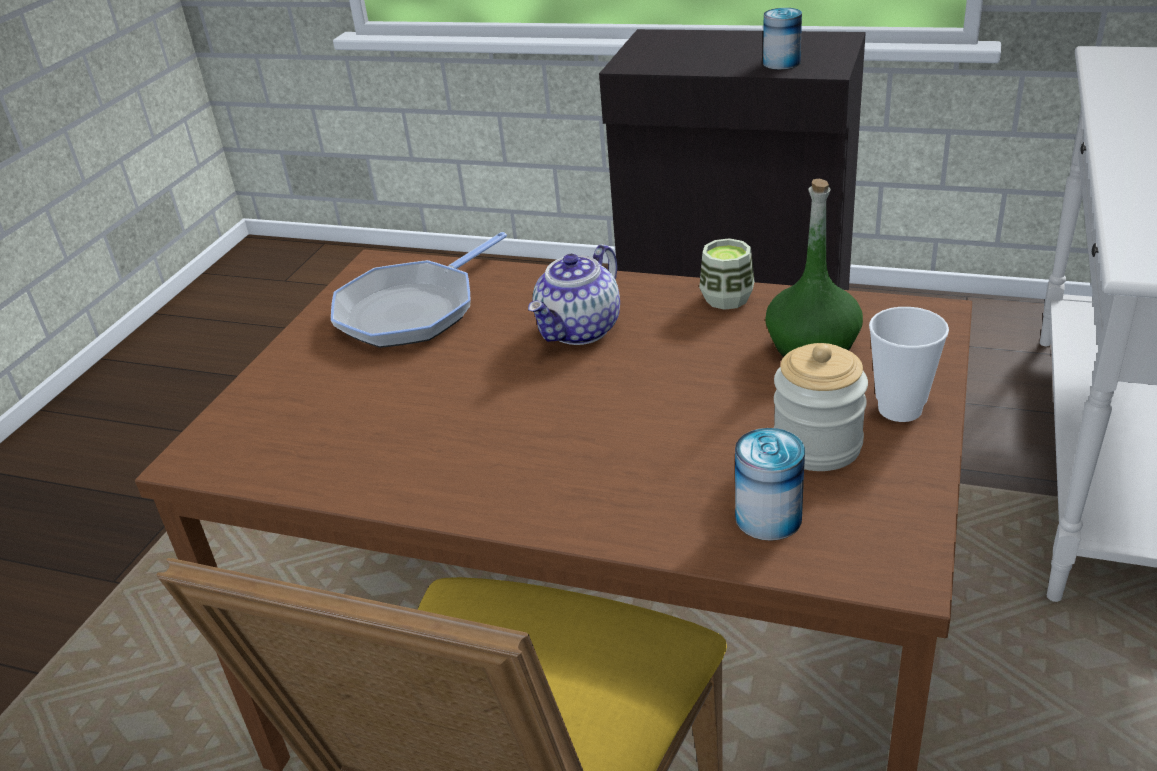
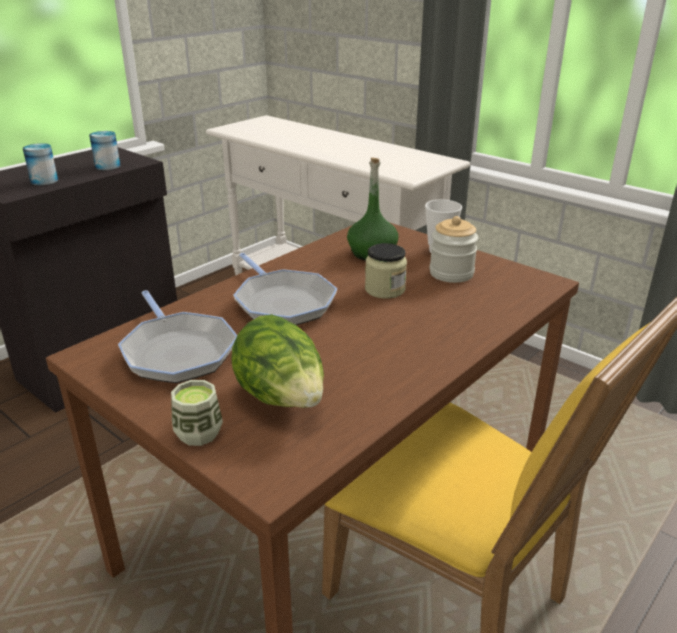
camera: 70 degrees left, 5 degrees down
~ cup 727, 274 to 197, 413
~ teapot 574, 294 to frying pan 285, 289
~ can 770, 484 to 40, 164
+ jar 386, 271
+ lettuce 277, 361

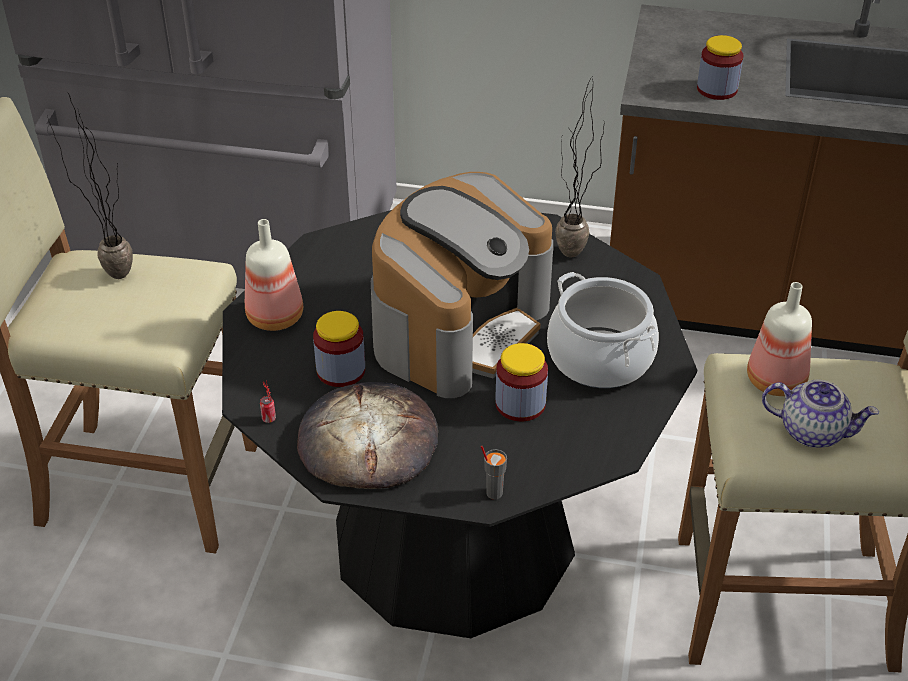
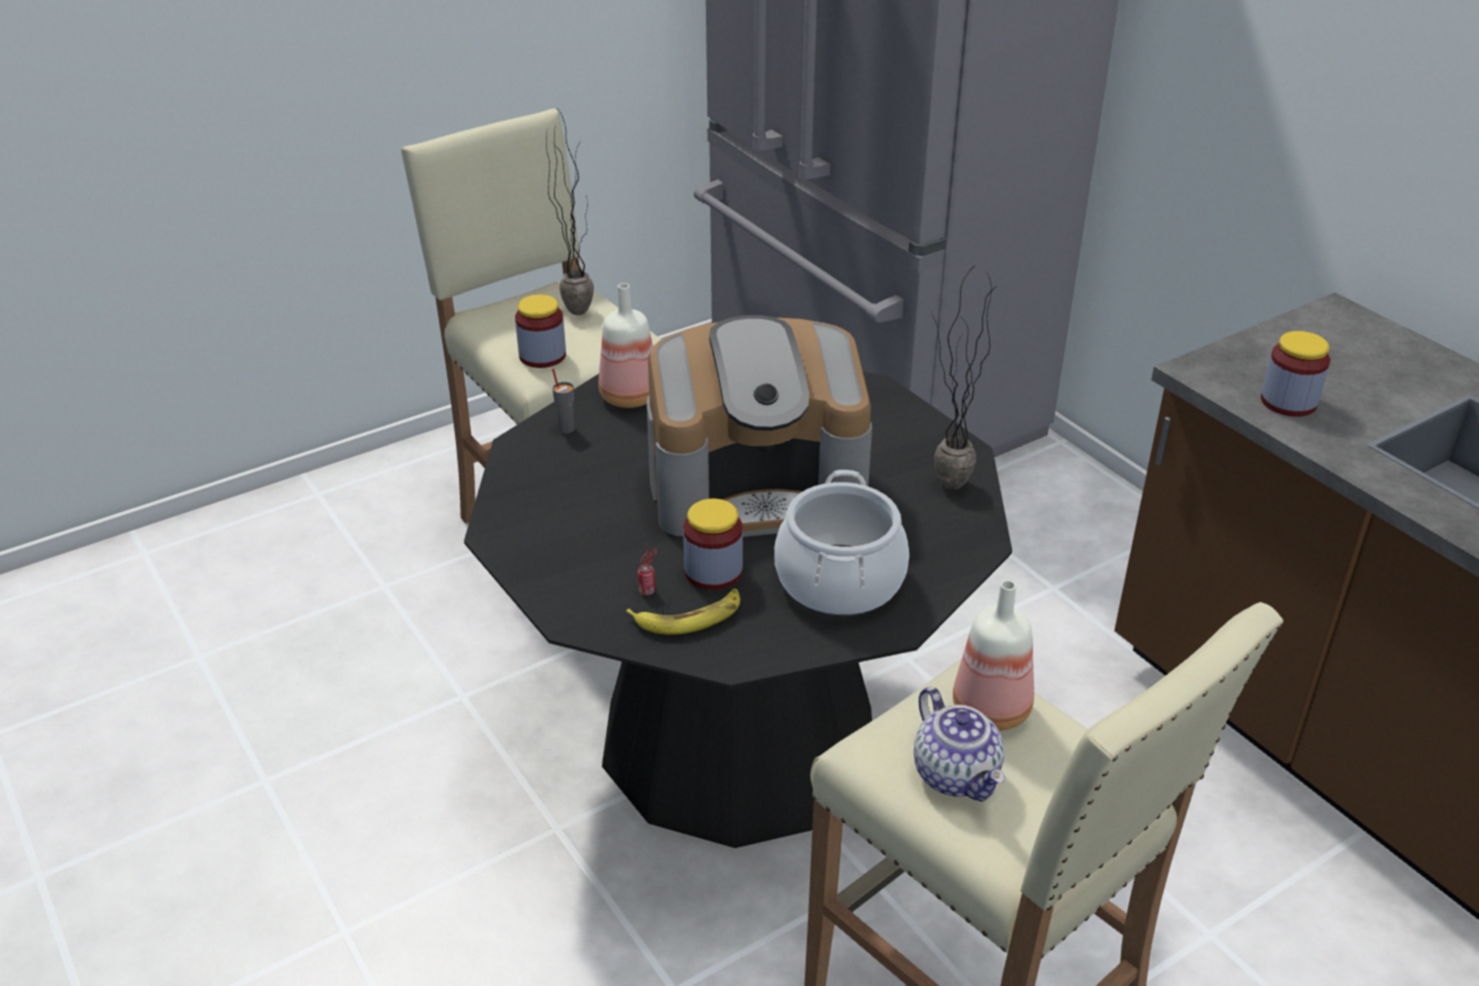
camera: 45 degrees right, 5 degrees down
~ jar 339, 349 to 540, 331
~ can 268, 401 to 647, 570
- bread 367, 435
~ cup (grey) 494, 473 to 563, 401
+ banana 683, 612

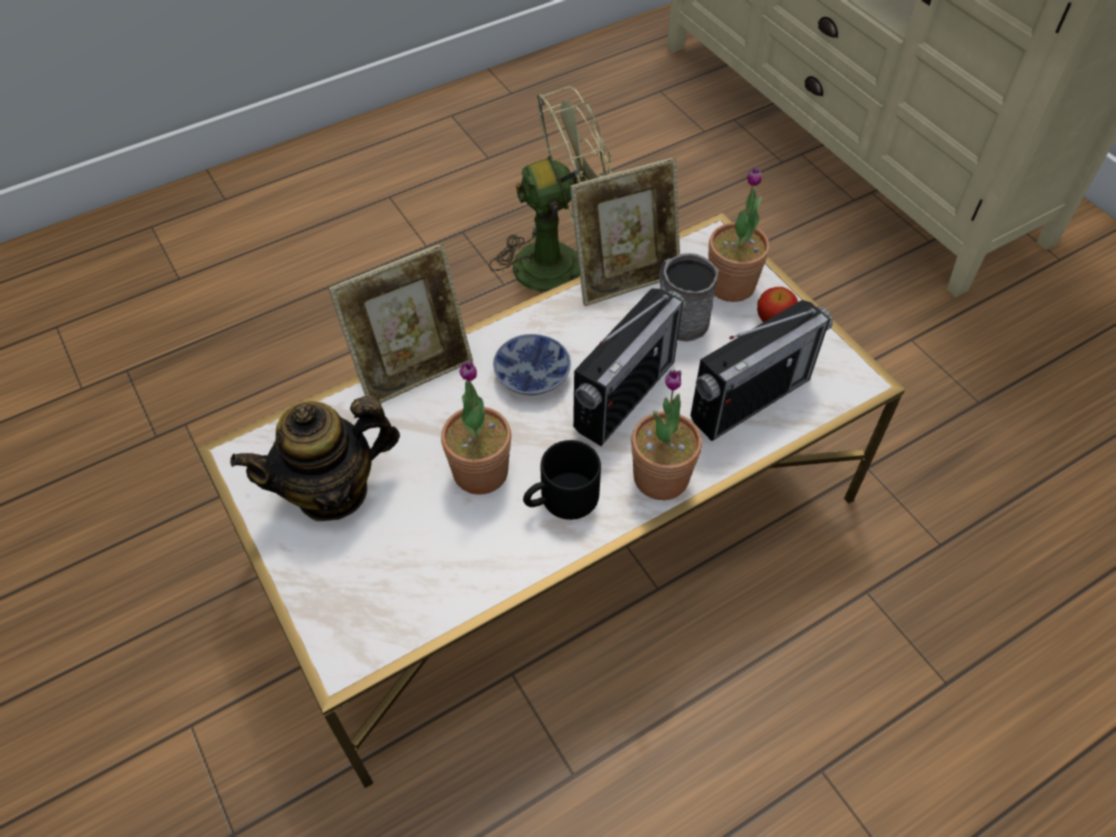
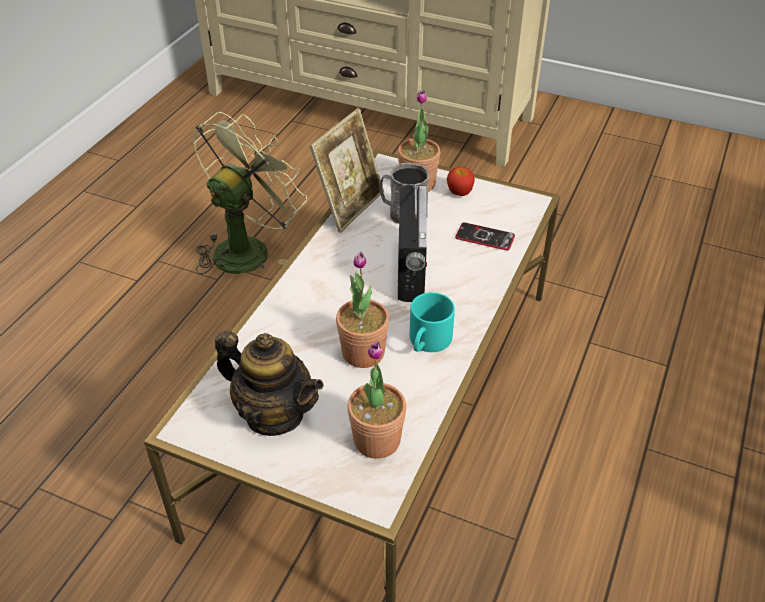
camera: 35 degrees left, 10 degrees down
- picture frame 400, 323
~ radio 761, 370 to phone 485, 236
- bowl 532, 364
~ potted plant 666, 435 to 376, 400
~ teapot 315, 458 = 269, 383 90 degrees counterclockwise
~ mug (black) 562, 480 to mug (turquoise) 432, 322

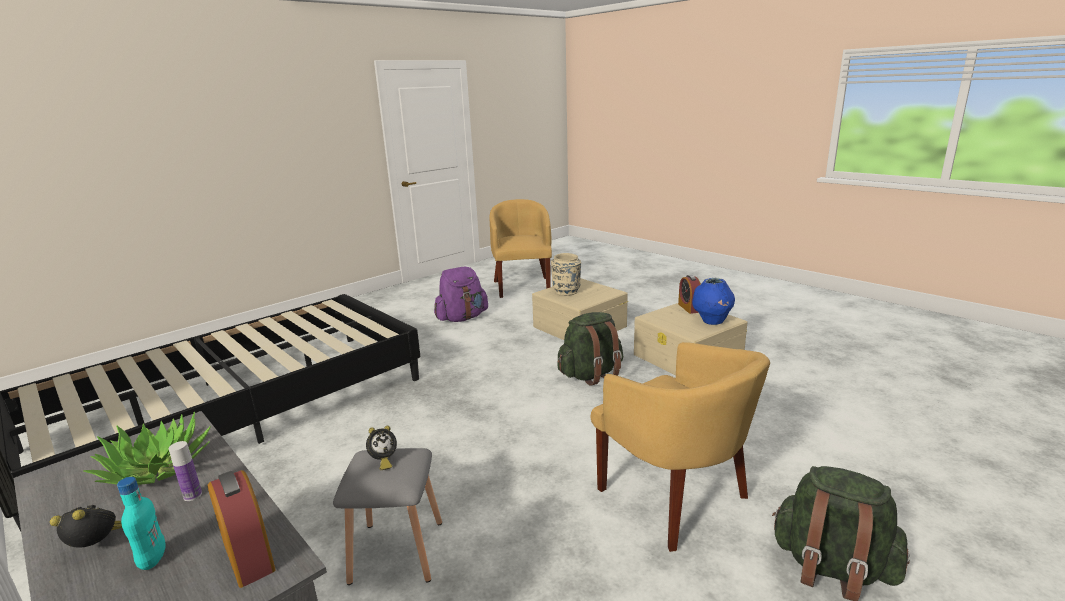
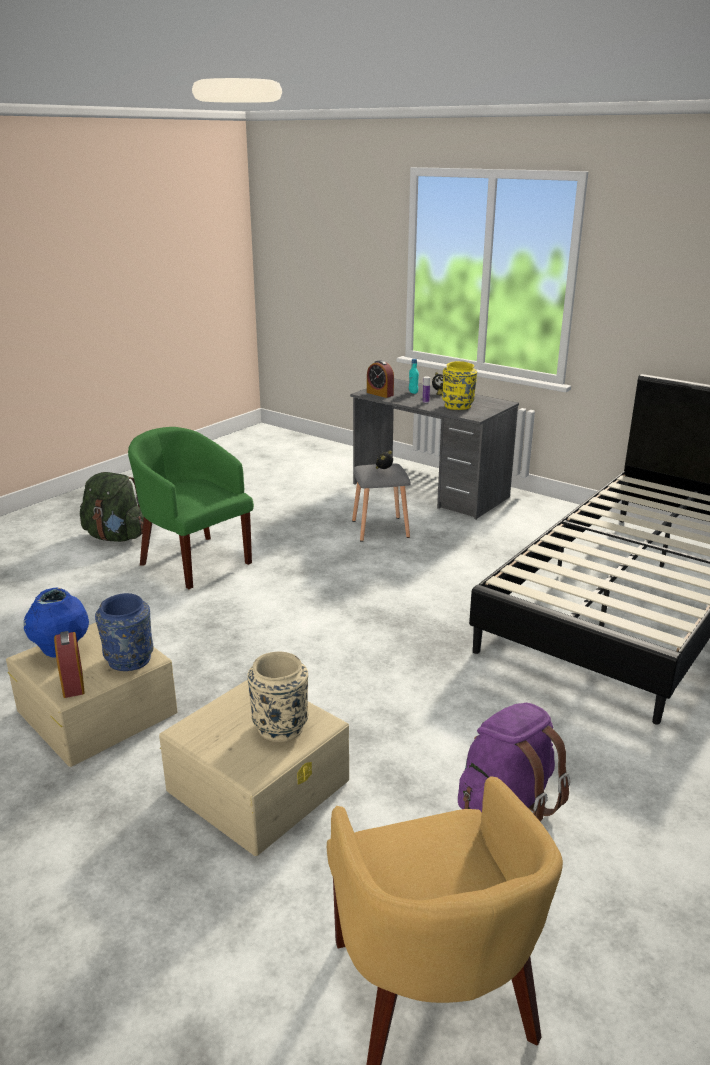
camera: 170 degrees right, 5 degrees up
- backpack (green) 590, 349
~ armchair (yellow) 680, 447 to armchair (green) 191, 508
~ potted plant 147, 448 to vase (yellow) 459, 385
+ vase (blue) 124, 632

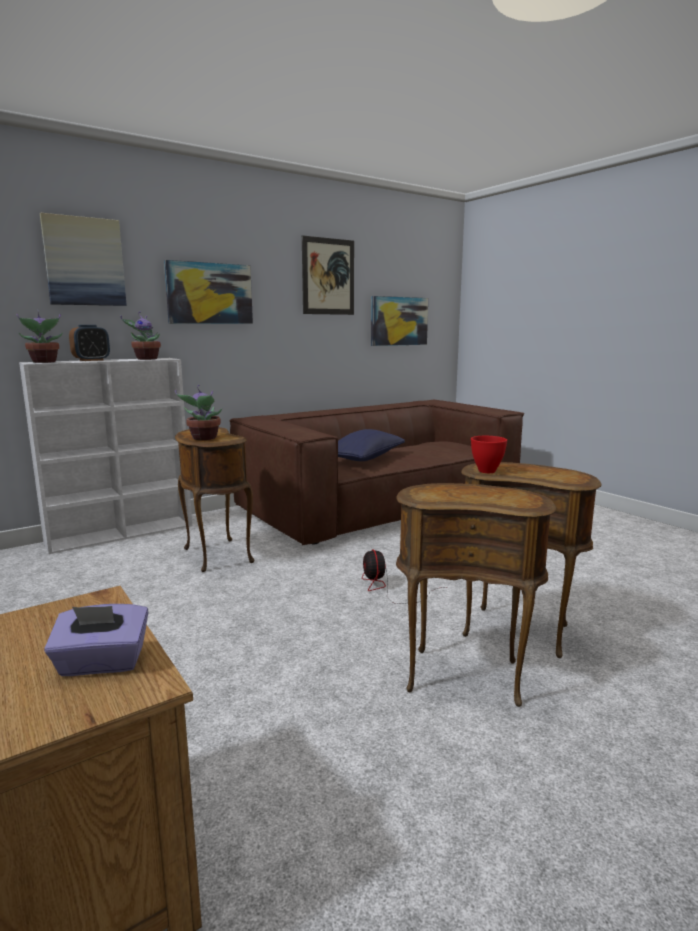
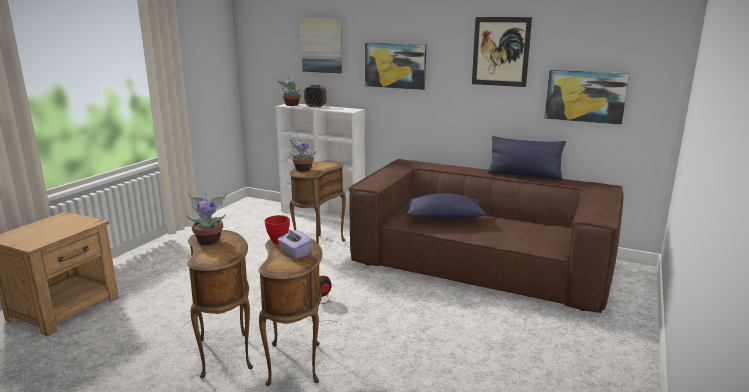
camera: 60 degrees right, 5 degrees up
~ potted plant 140, 336 to 206, 218
~ tissue box (purple) 96, 640 to 295, 244
+ pillow (blue) 527, 158

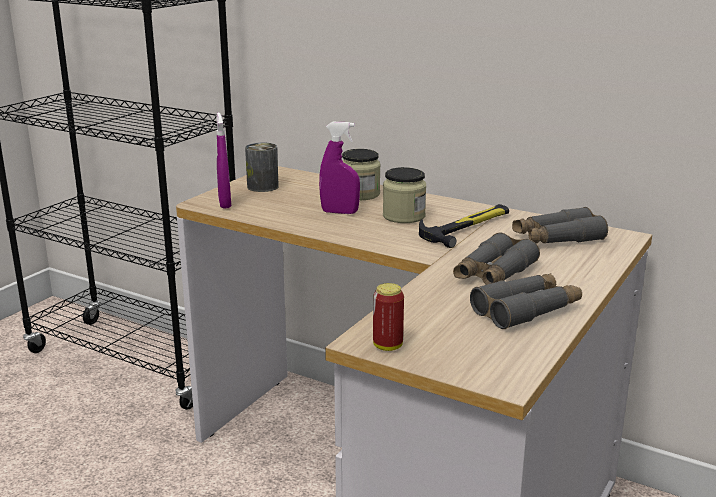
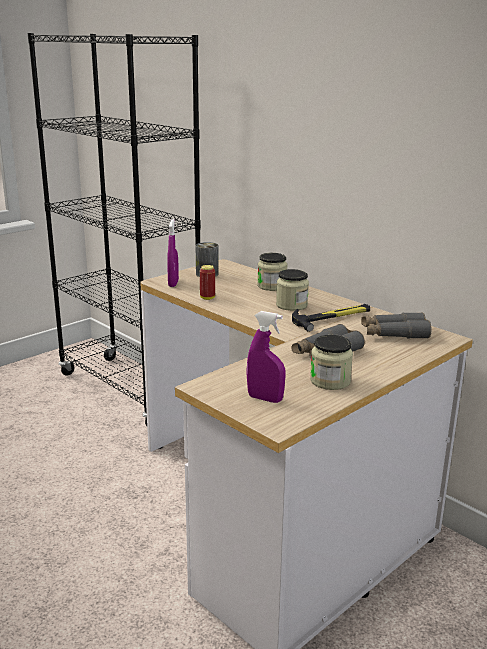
camera: 15 degrees right, 0 degrees up
~ spray bottle (purple) 339, 168 to 266, 357
~ binoculars (grey) 526, 301 to jar 331, 362
~ can 388, 317 to 207, 282

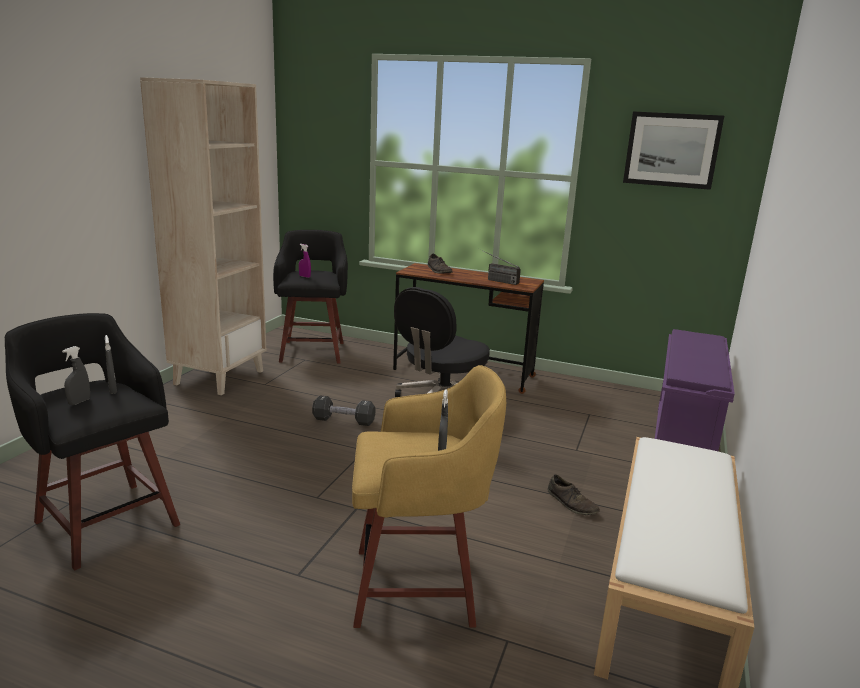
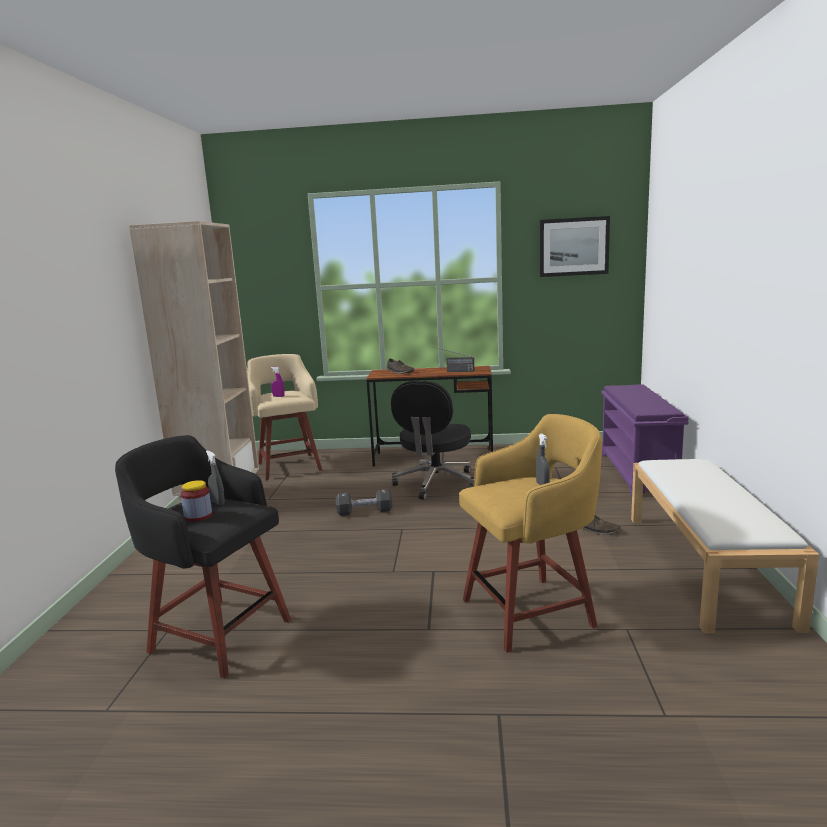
camera: 15 degrees left, 5 degrees down
~ stool (black) 310, 296 to stool (beige) 284, 417
~ spray bottle (grey) 76, 375 to jar 196, 501

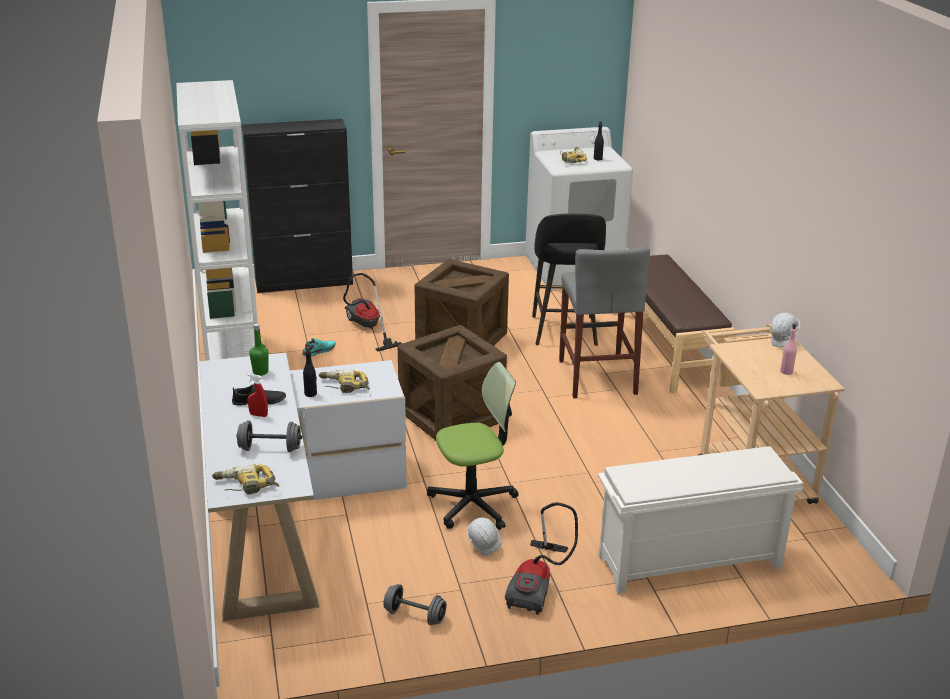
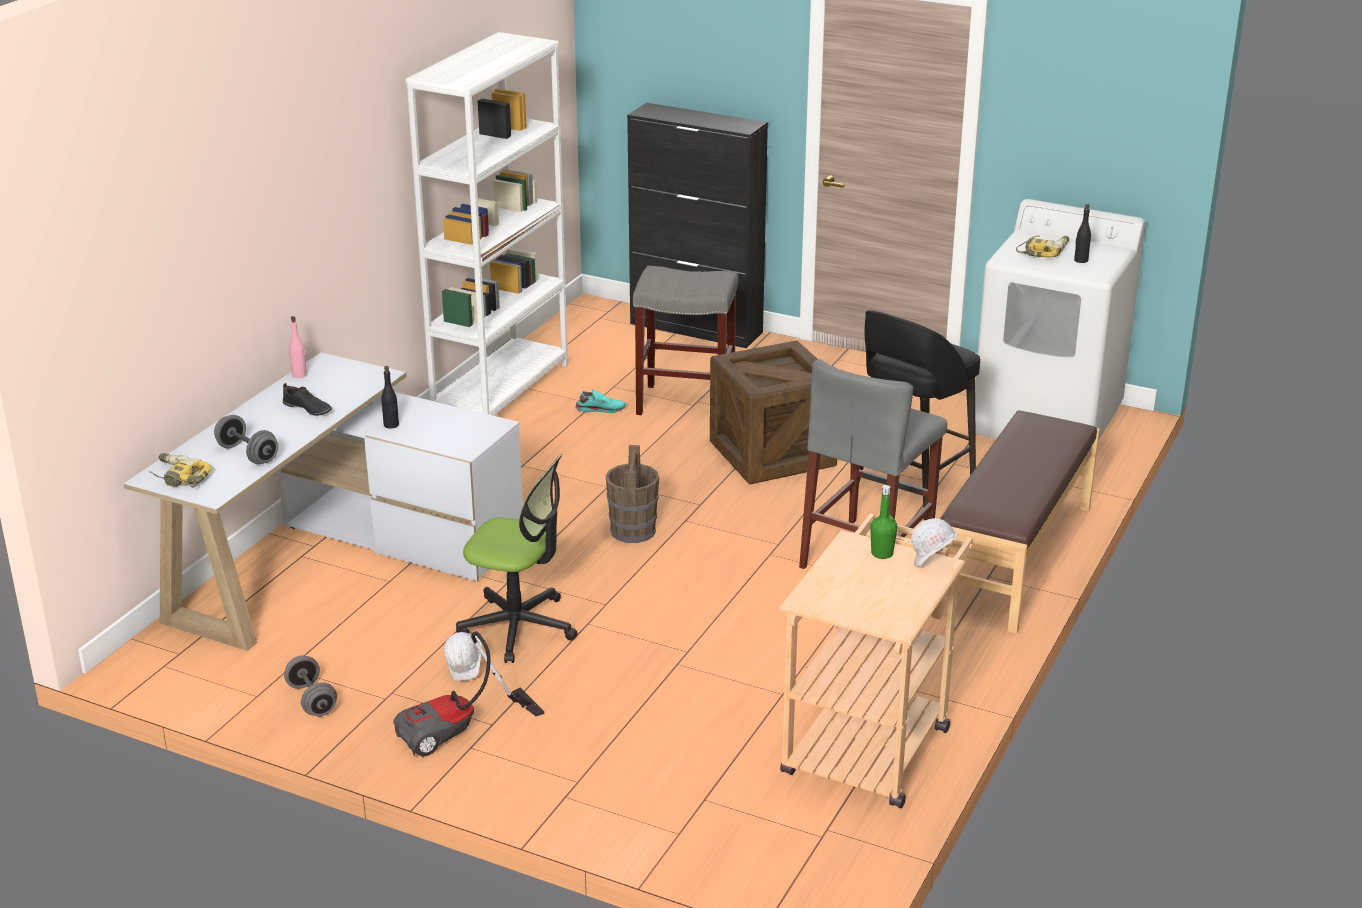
camera: 40 degrees right, 0 degrees up
~ vacuum cleaner 372, 312 to stool (grey) 685, 340
~ bottle (green) 259, 349 to 883, 522
~ bottle (pink) 788, 349 to 298, 347
~ crate 452, 382 to bucket (brown) 632, 494
- power drill 344, 381
- spray bottle (red) 258, 395
- shoe rack (white) 700, 520

